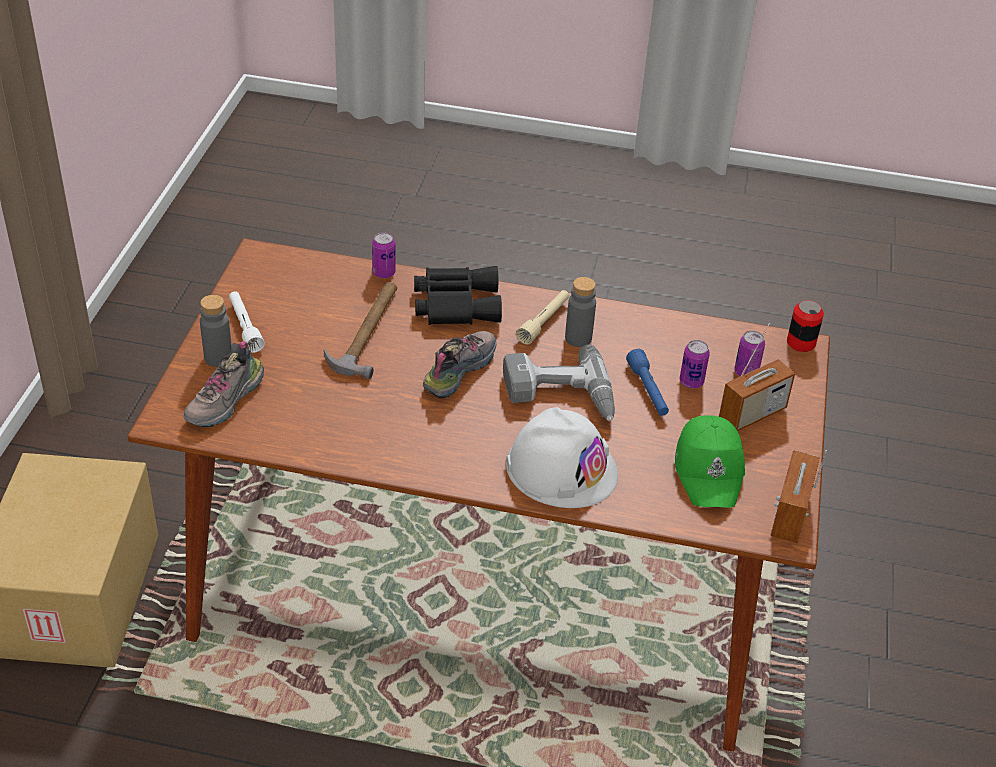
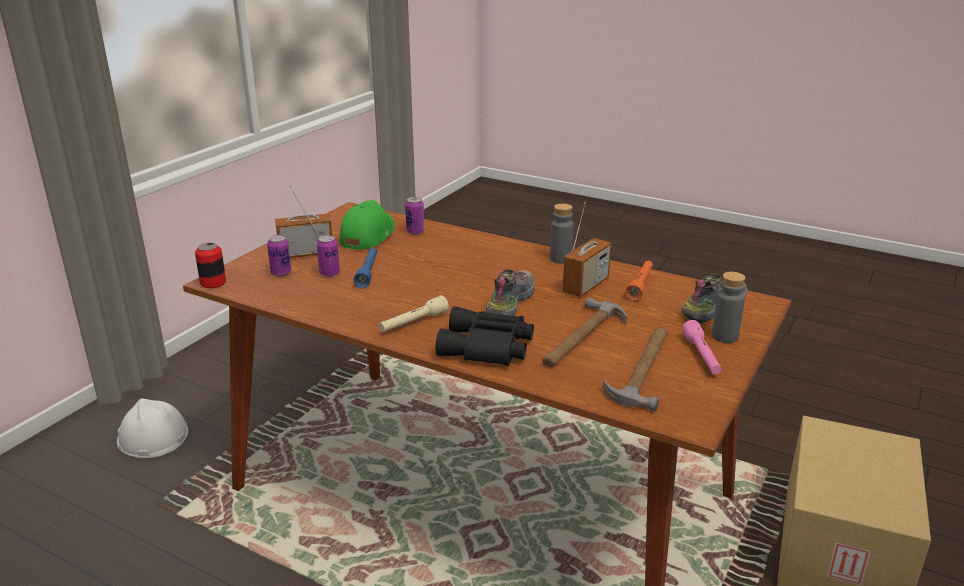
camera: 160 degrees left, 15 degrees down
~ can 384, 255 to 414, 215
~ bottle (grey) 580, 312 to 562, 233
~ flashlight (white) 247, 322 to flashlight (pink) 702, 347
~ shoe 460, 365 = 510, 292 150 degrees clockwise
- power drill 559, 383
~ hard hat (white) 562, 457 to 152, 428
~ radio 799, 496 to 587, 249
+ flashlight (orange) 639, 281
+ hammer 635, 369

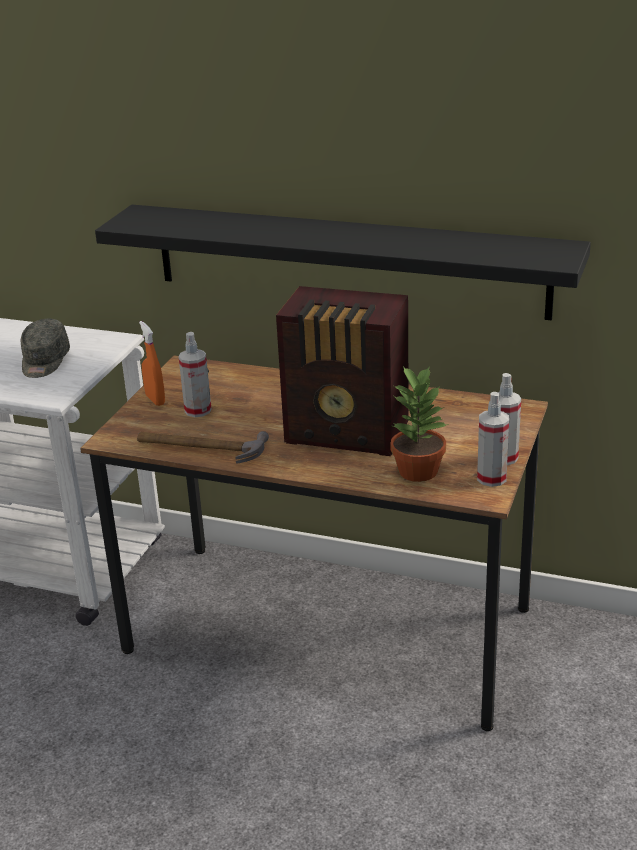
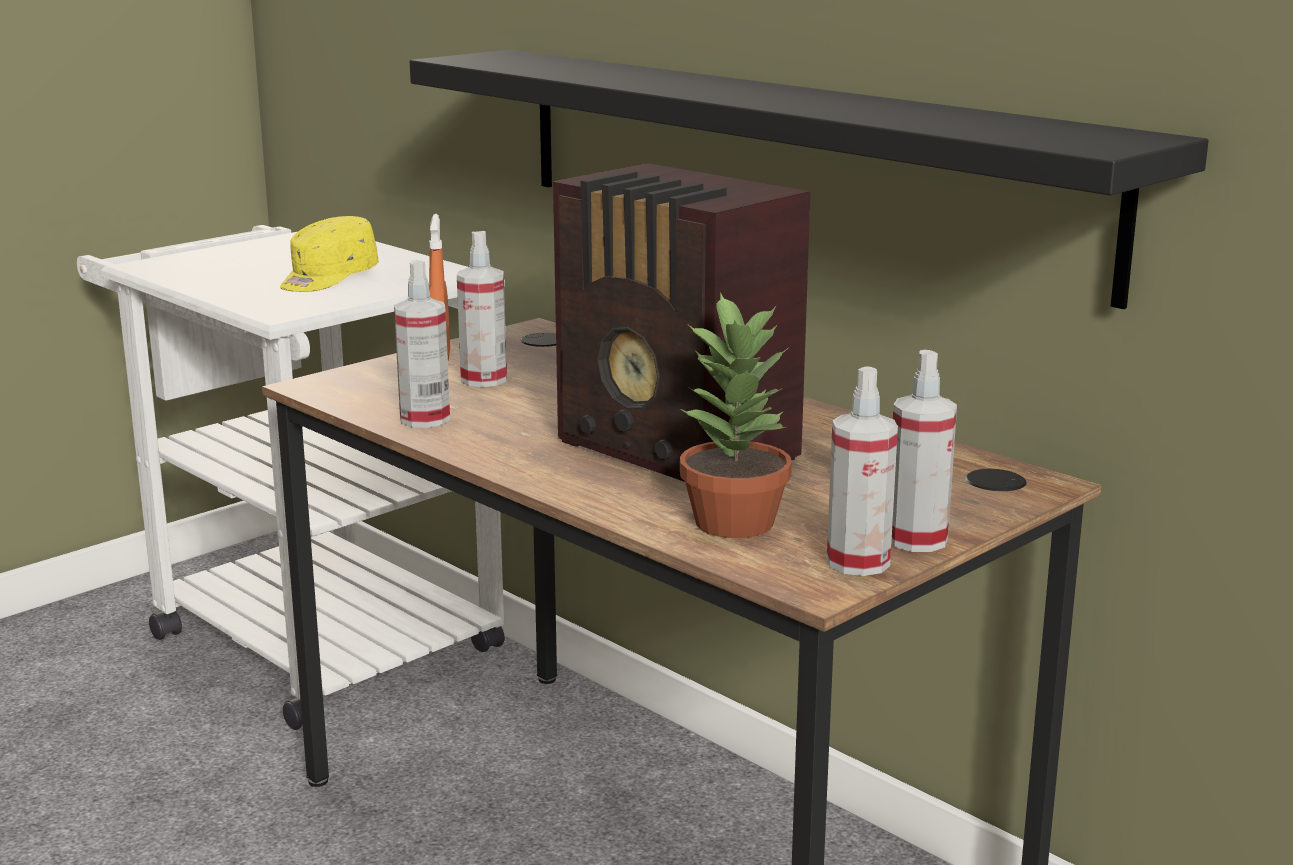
camera: 25 degrees right, 10 degrees down
~ cap (grey) 45, 348 to cap (yellow) 329, 254
~ hammer 203, 447 to spray bottle 422, 344

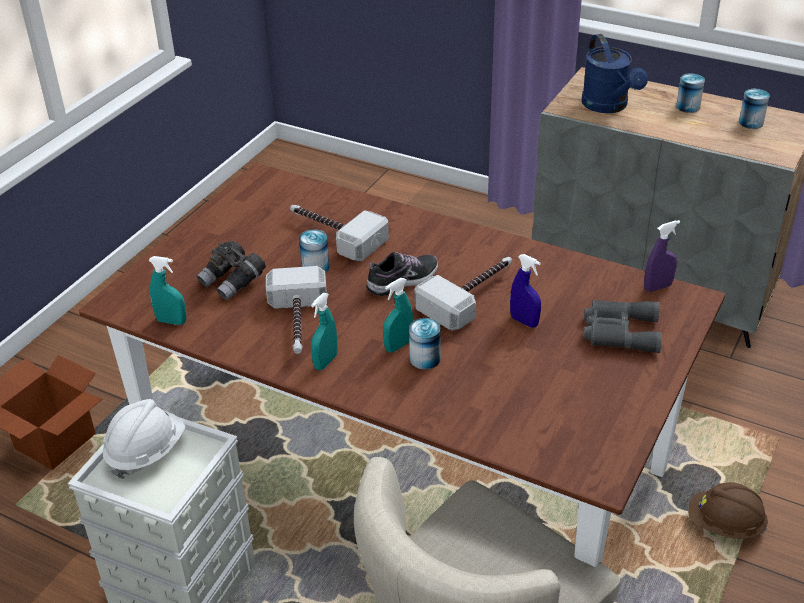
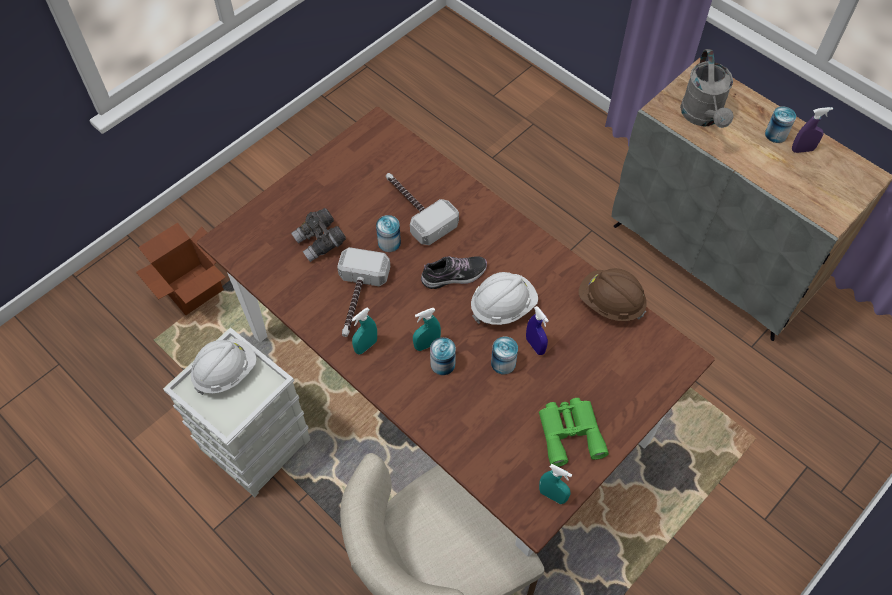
camera: 15 degrees right, 20 degrees up
~ watering can (blue) 615, 73 to watering can (grey) 706, 88
~ can 754, 109 to 504, 356
~ spray bottle (purple) 662, 256 to 812, 130
~ spray bottle (turquoise) 167, 290 to 555, 484
~ hammer 463, 294 to hard hat (white) 504, 298
- binoculars (grey) 622, 326
~ hard hat (brown) 728, 510 to 612, 294
+ binoculars (green) 574, 432

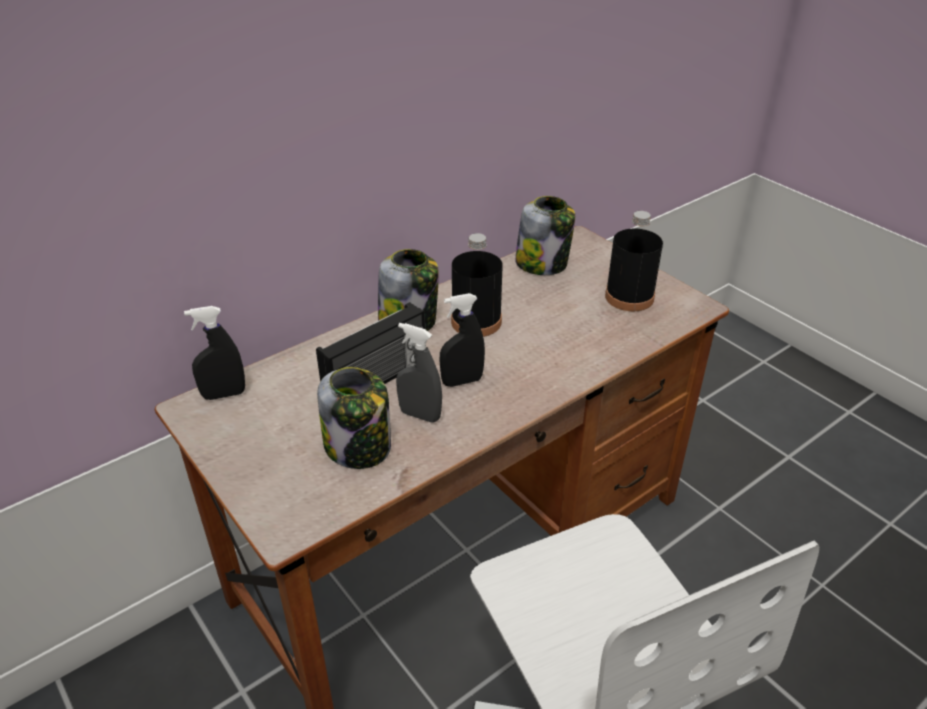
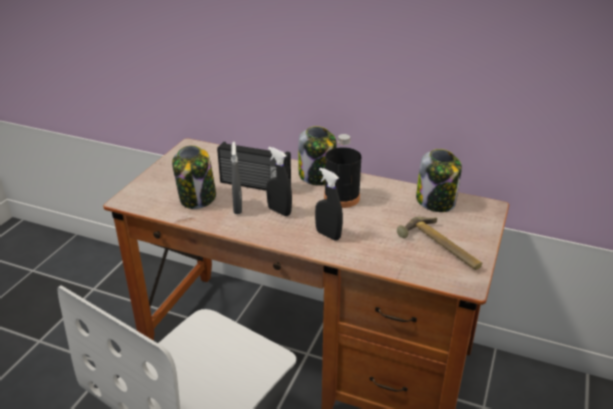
camera: 60 degrees right, 5 degrees down
~ bottle (black) 634, 261 to hammer 439, 243
~ spray bottle (black) 214, 353 to 329, 204

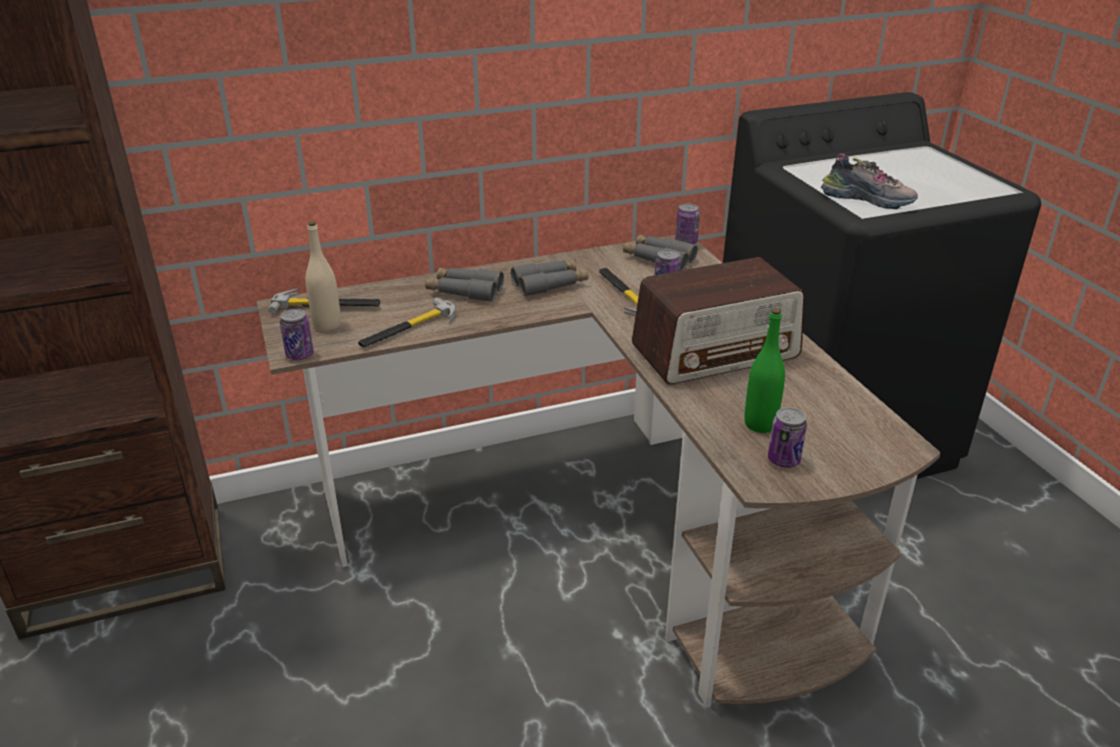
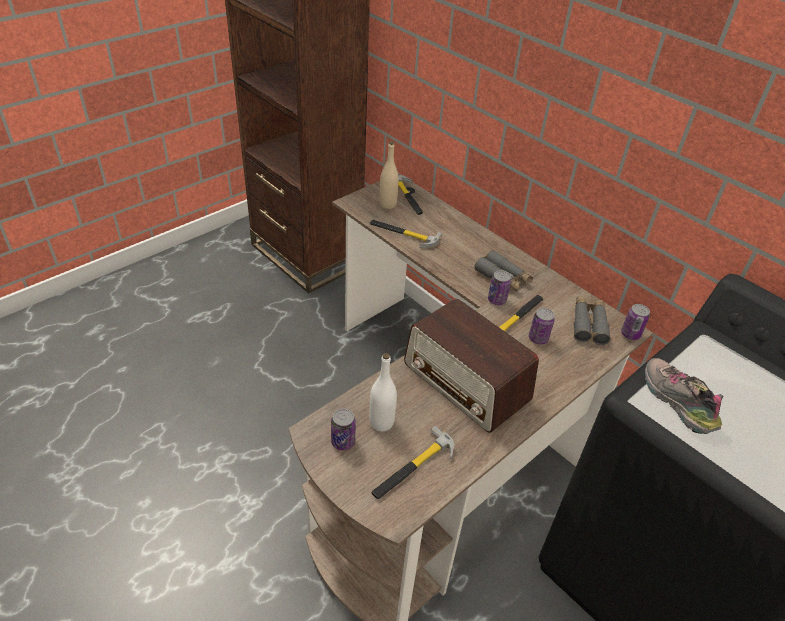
camera: 65 degrees right, 10 degrees up
~ shoe 869, 181 = 684, 396 150 degrees clockwise
- binoculars (grey) 464, 285
~ bottle (green) 764, 370 to bottle (white) 383, 392
~ can 297, 334 to 499, 287
+ hammer 413, 462

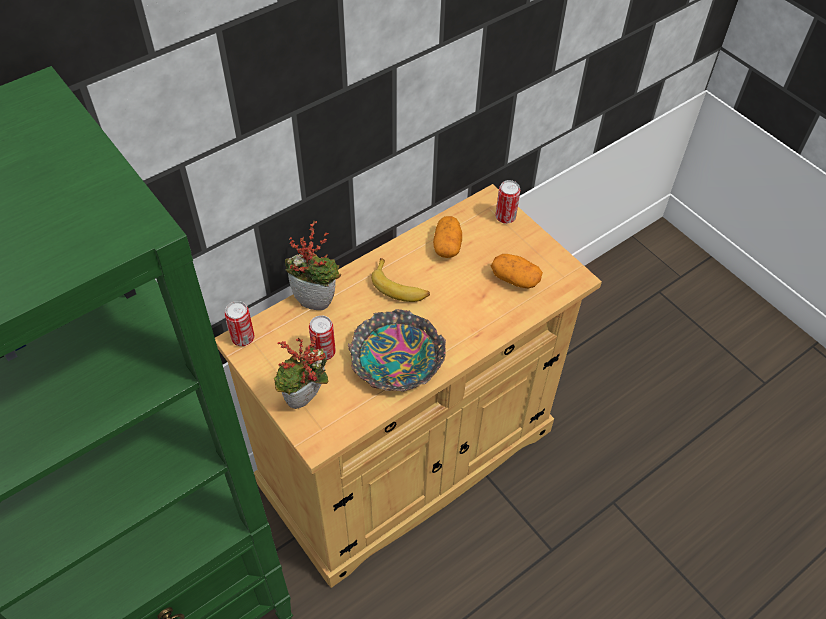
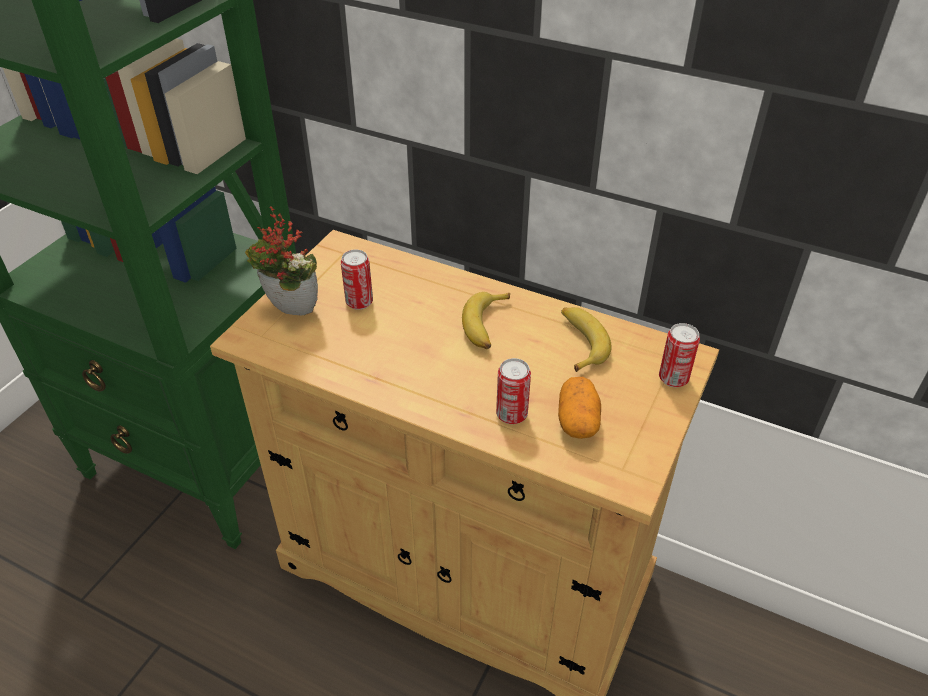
camera: 65 degrees right, 10 degrees down
~ potato 447, 237 to banana 586, 339
- potted plant 313, 265
~ can 239, 323 to 513, 391
- bowl 397, 350

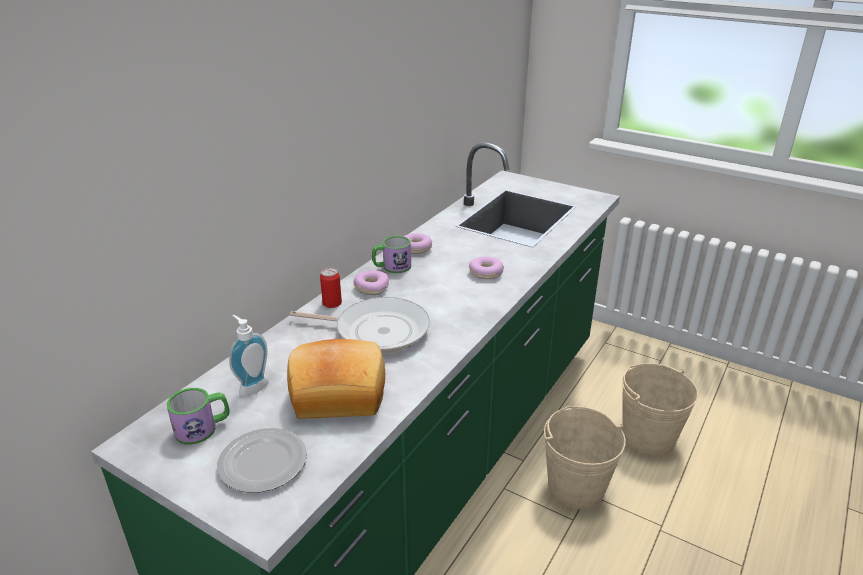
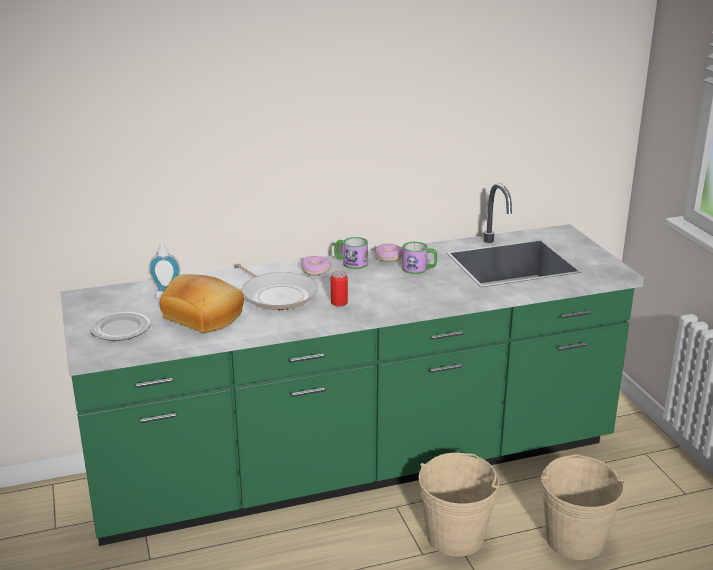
camera: 40 degrees right, 5 degrees down
- donut 486, 268
~ can 331, 287 to 339, 288
~ mug 198, 416 to 419, 258

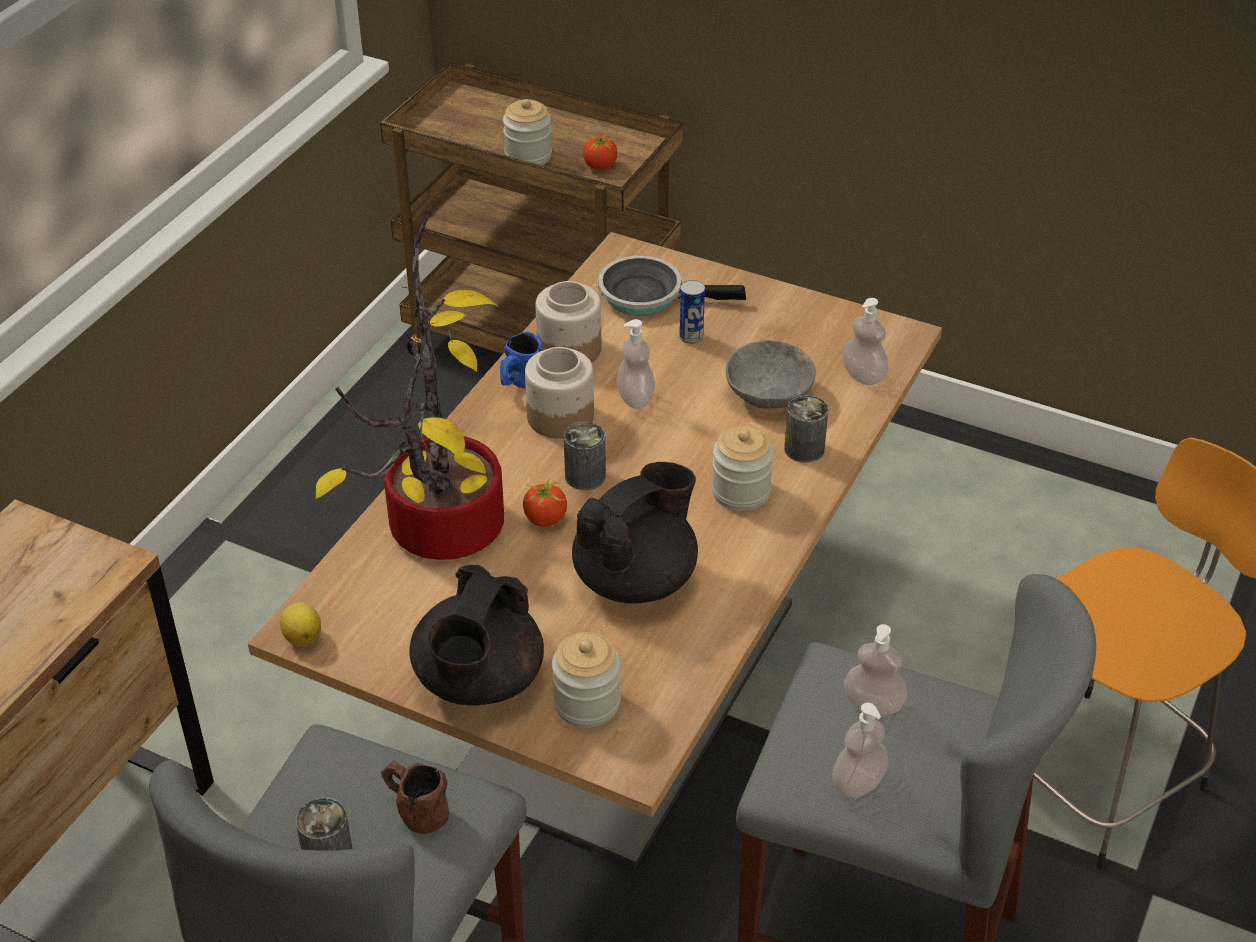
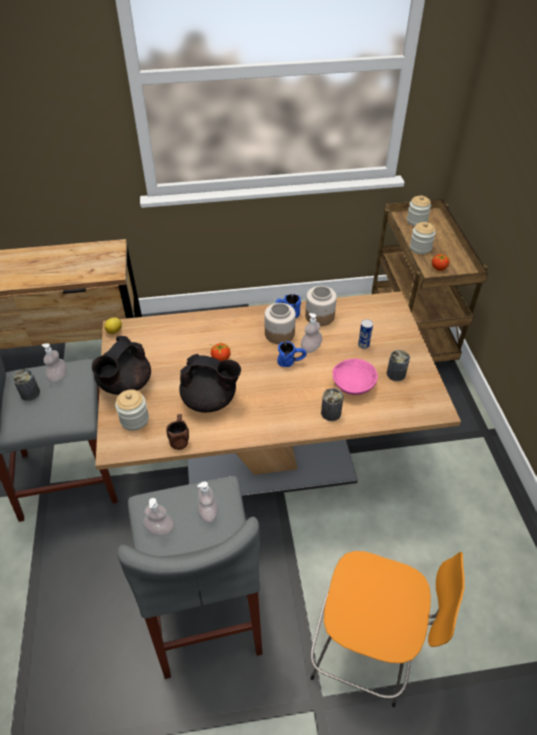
camera: 55 degrees right, 5 degrees up
- potted plant 410, 387
- frying pan 672, 285
~ soap dispenser 865, 341 to 54, 363
~ bowl (grey) 771, 374 to bowl (pink) 355, 377
~ can 585, 456 to 398, 365
~ jar 743, 468 to 419, 211
~ teapot (black) 477, 635 = 121, 365 45 degrees counterclockwise
~ mug (brown) 415, 797 to 178, 432
+ mug (blue) 292, 354

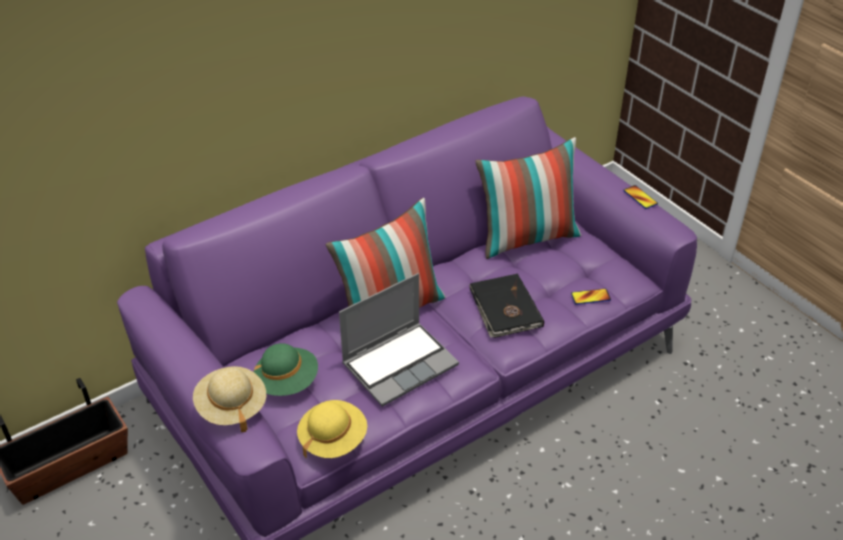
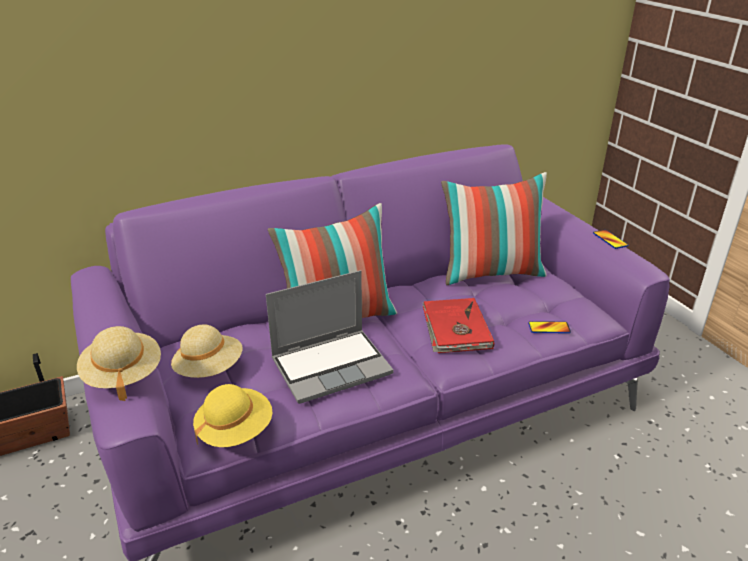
camera: 10 degrees right, 10 degrees down
~ book (black) 506, 305 to book (red) 458, 325
~ hat (green) 286, 369 to hat (beige) 206, 351

